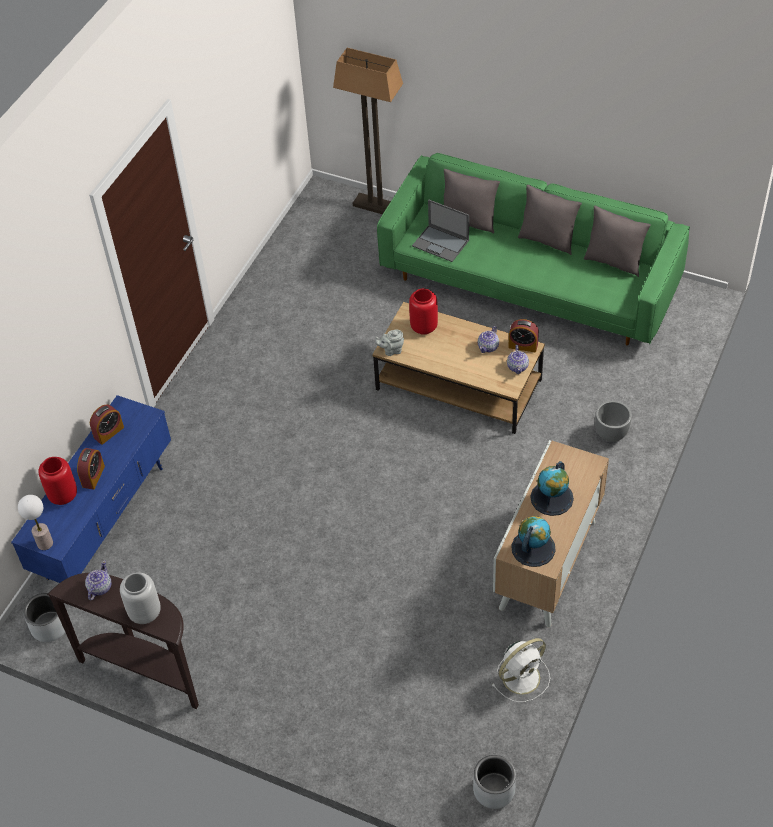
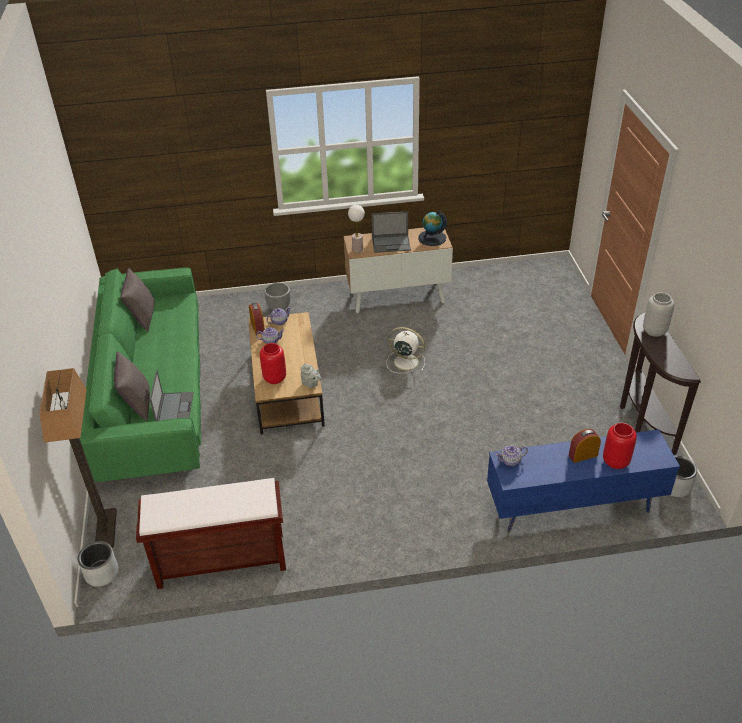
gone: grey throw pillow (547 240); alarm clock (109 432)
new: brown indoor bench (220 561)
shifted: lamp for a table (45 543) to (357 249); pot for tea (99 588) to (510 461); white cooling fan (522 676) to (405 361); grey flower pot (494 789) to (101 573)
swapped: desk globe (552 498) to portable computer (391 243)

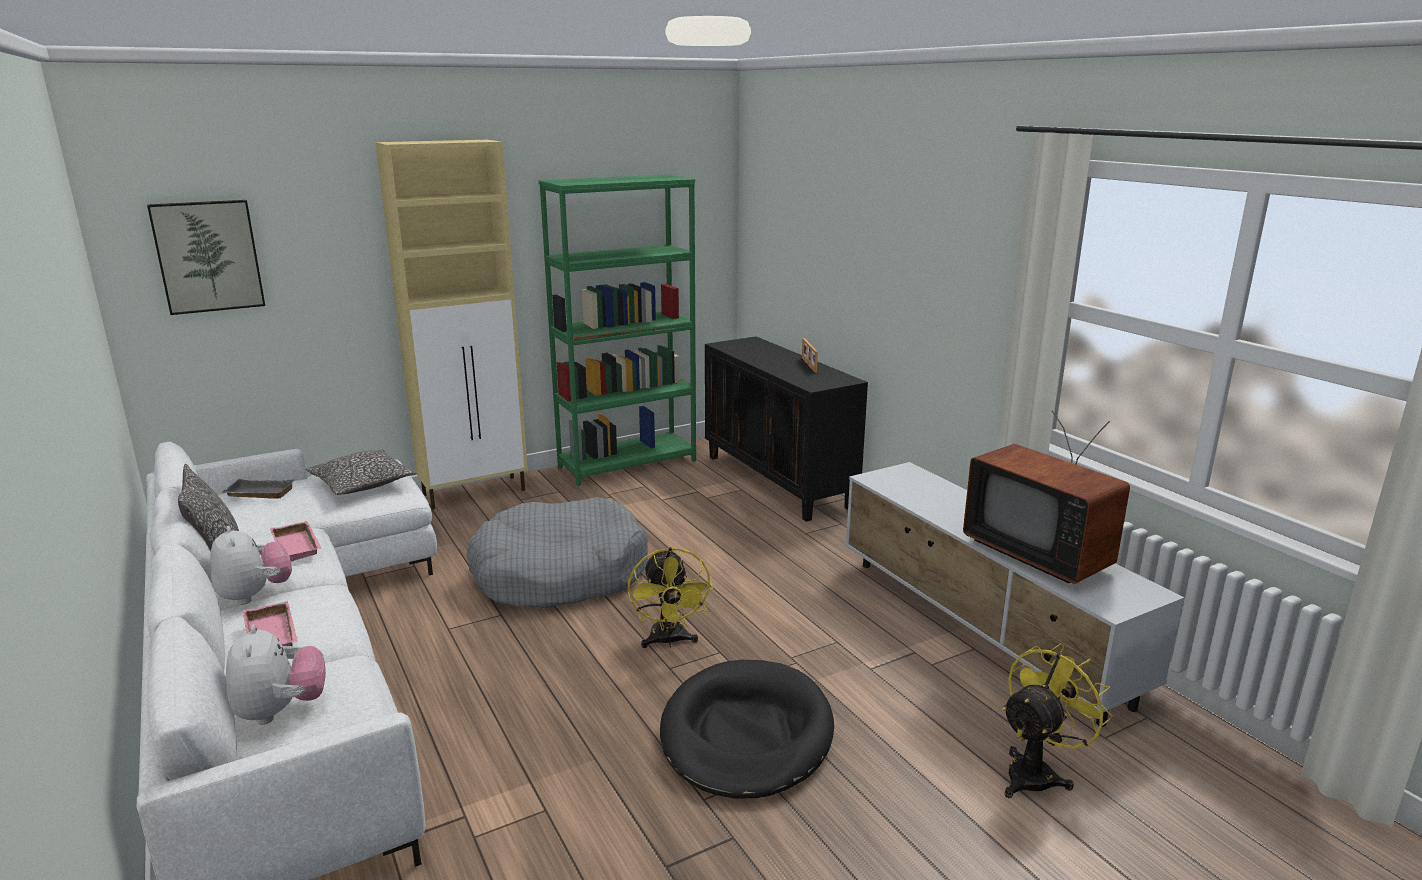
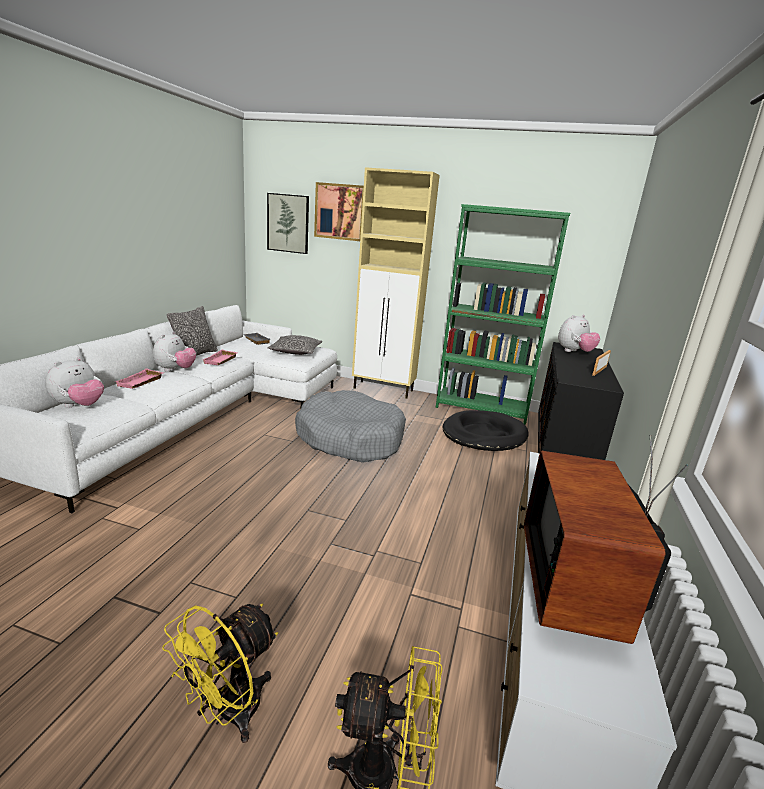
new: wall art (340 212); plush toy (574 352)
shifted: yellowish cooling fan (669 641) to (228 714); blackish dog bed (746 734) to (483 434)

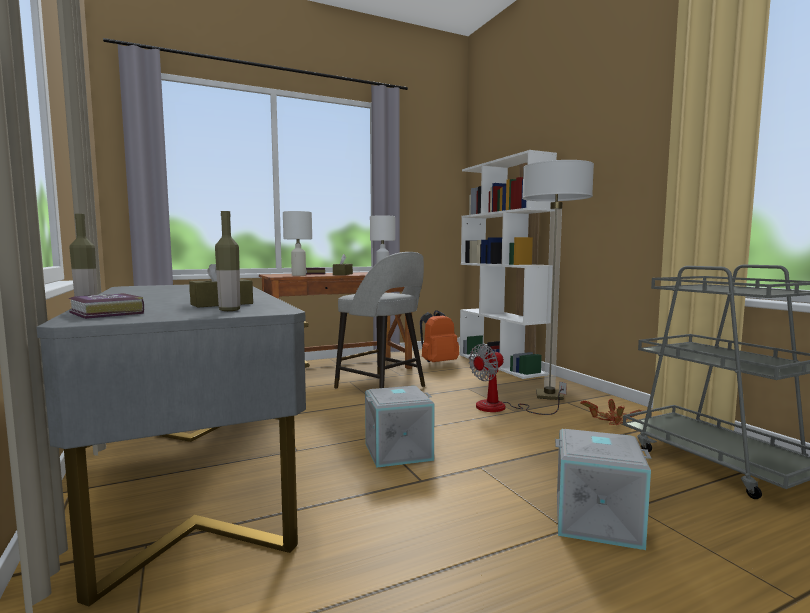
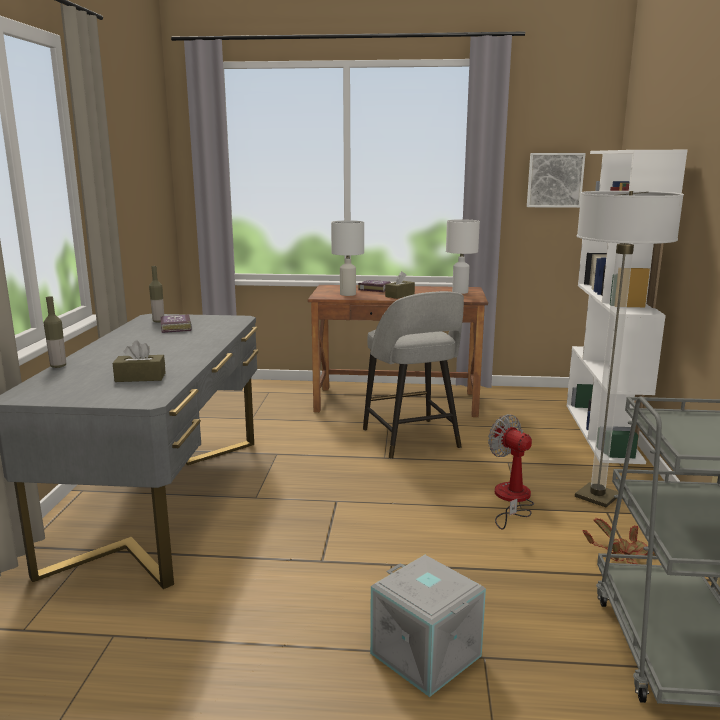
gone: orange rucksack (437 363); grey storage box (398 451)
new: wall art (554 180)
shifted: bottle (229 310) to (158 321); volume (105 313) to (175 327)
rotated: cooling fan (502 408) = (511 500) 60 degrees clockwise

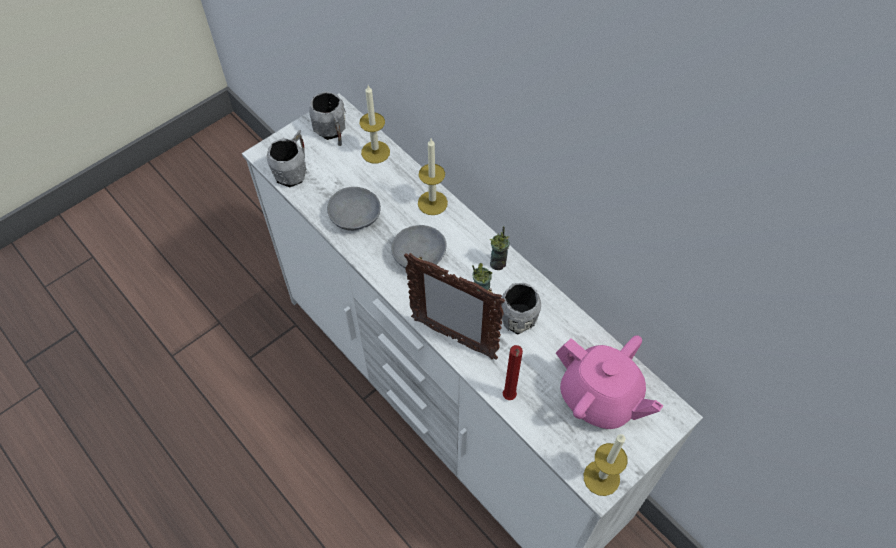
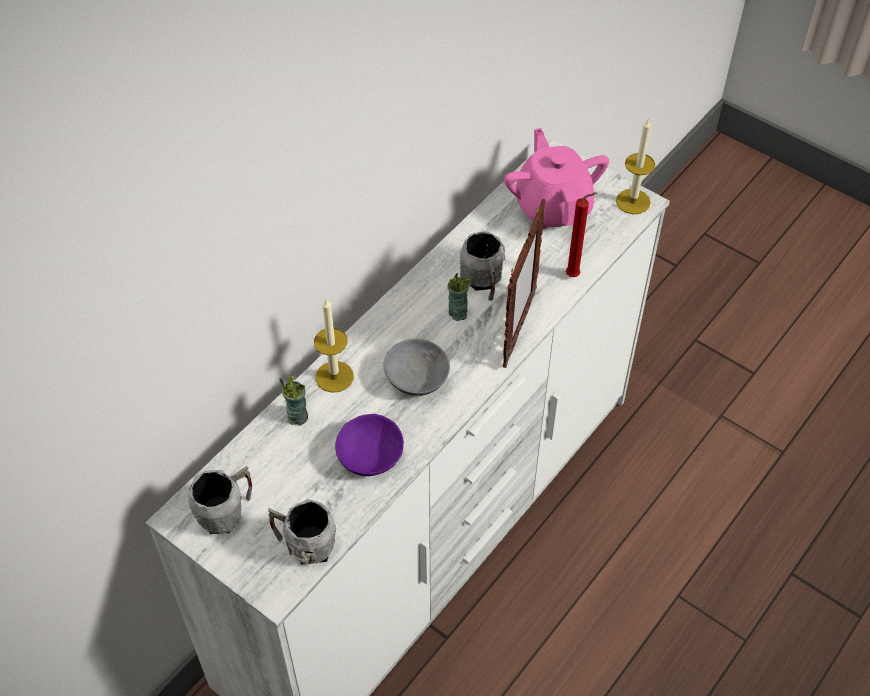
gone: wax light (375 152)
shifted: cup (498 263) to (297 416)
repainted: grey serving bowl (356 216) to purplish serving bowl (368 454)
rotated: pink-coloured pot for tea (599 398) = (553 207) 45 degrees counterclockwise

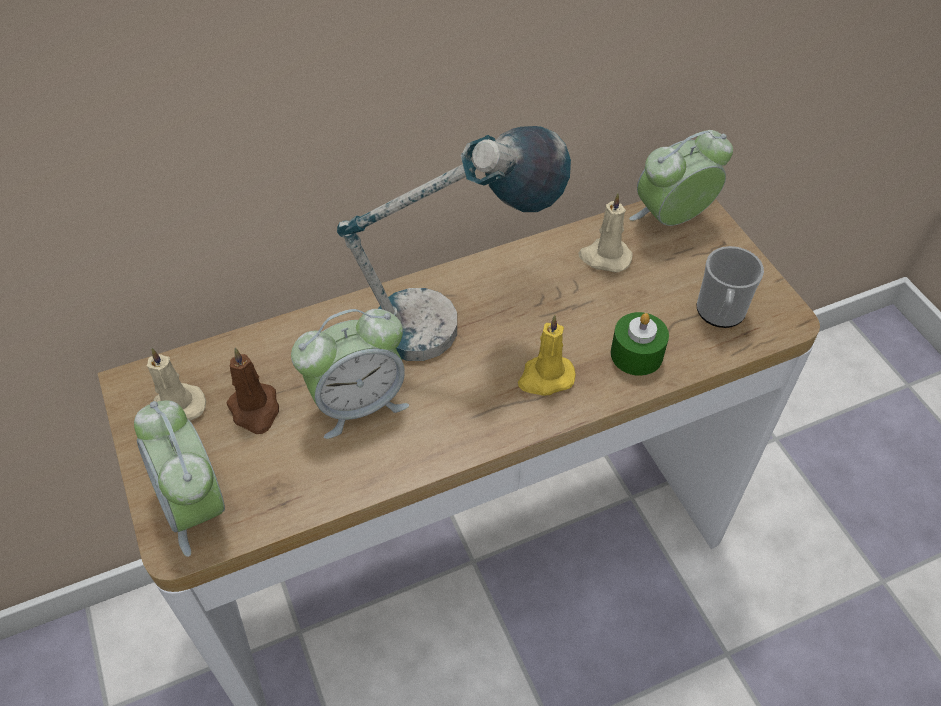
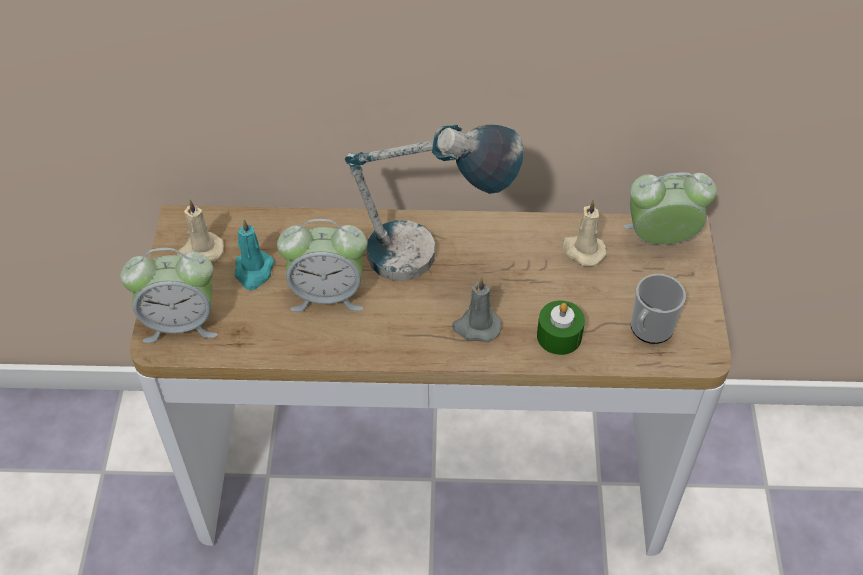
repainted: yellowish wax light (545 377) to grey wax light (476 327); brown wax light (255 410) to turquoise-coloured wax light (253 271)
rotated: alarm clock (195 506) = (181 322) 90 degrees counterclockwise

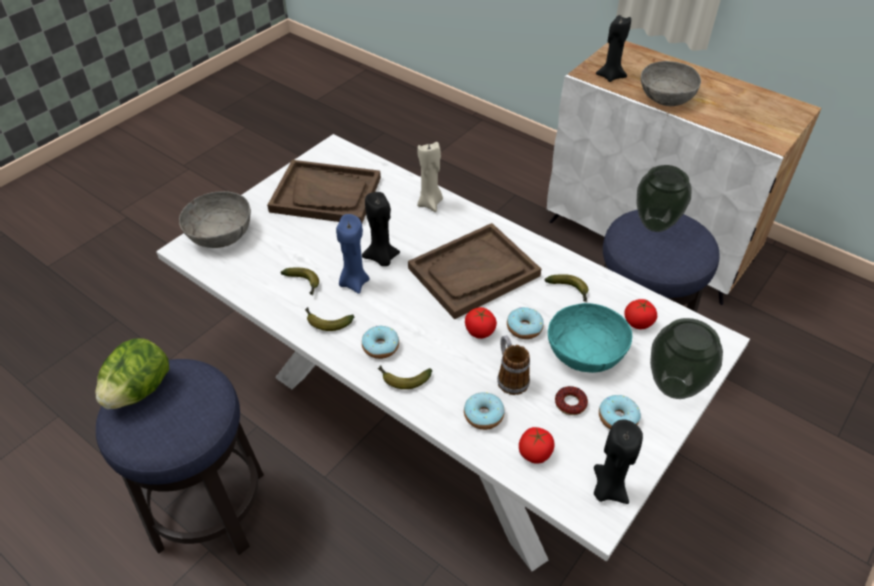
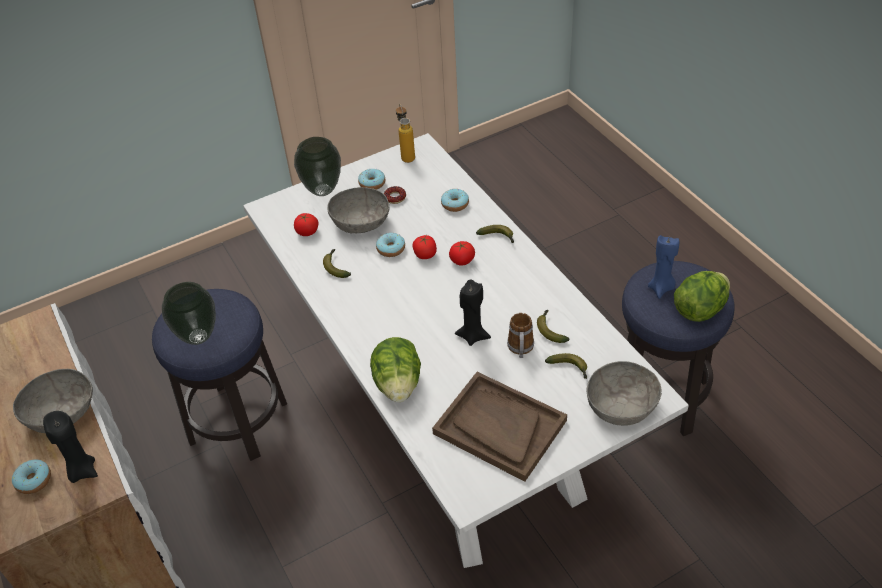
gone: brown tray (473 272)
shifted: blue wax light (354 282) to (661 288); whole banana (326 322) to (570 368); doughnut (380 347) to (34 480); mug (510 377) to (520 349); whole tomato (535 453) to (462 260)
swapped: sand-coloured wax light (430 203) to lettuce head (398 384); blackish wax light (608 489) to bottle (406 155)
repainted: turquoise-coloured serving bowl (585 352) to grey serving bowl (361 223)

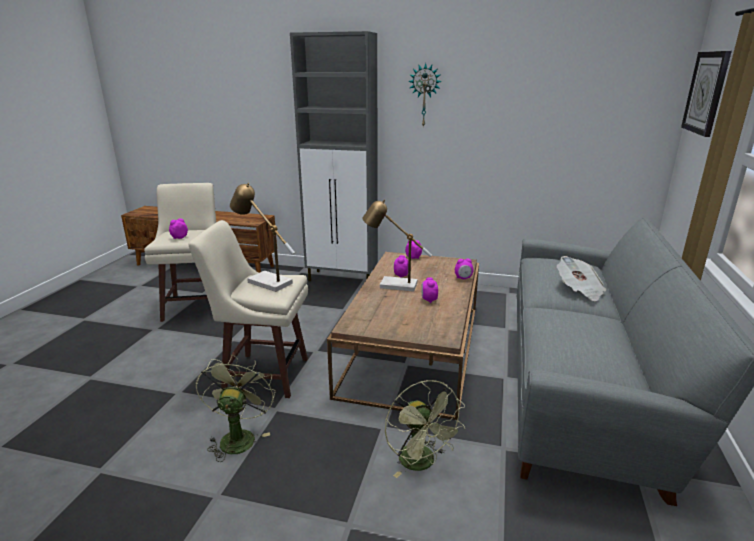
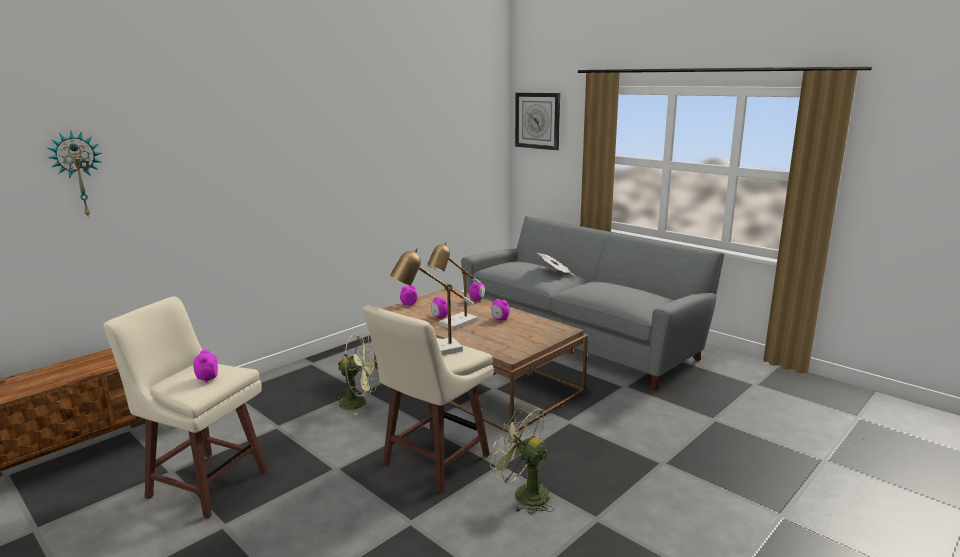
gone: grey cabinet (343 279)
shifted: hanging clock (424 95) to (78 174); green cooling fan (422 463) to (359 403)

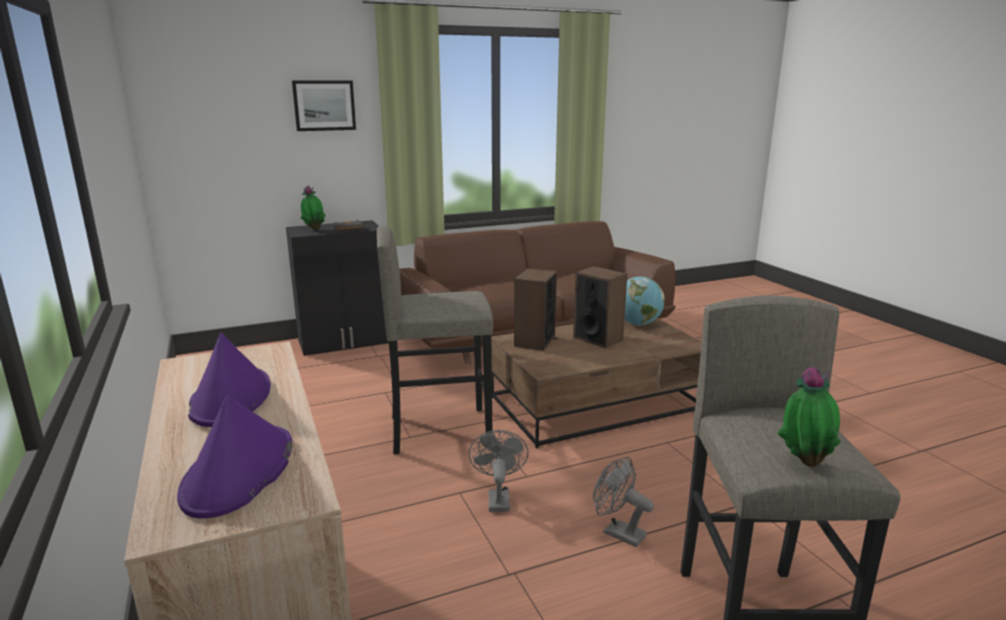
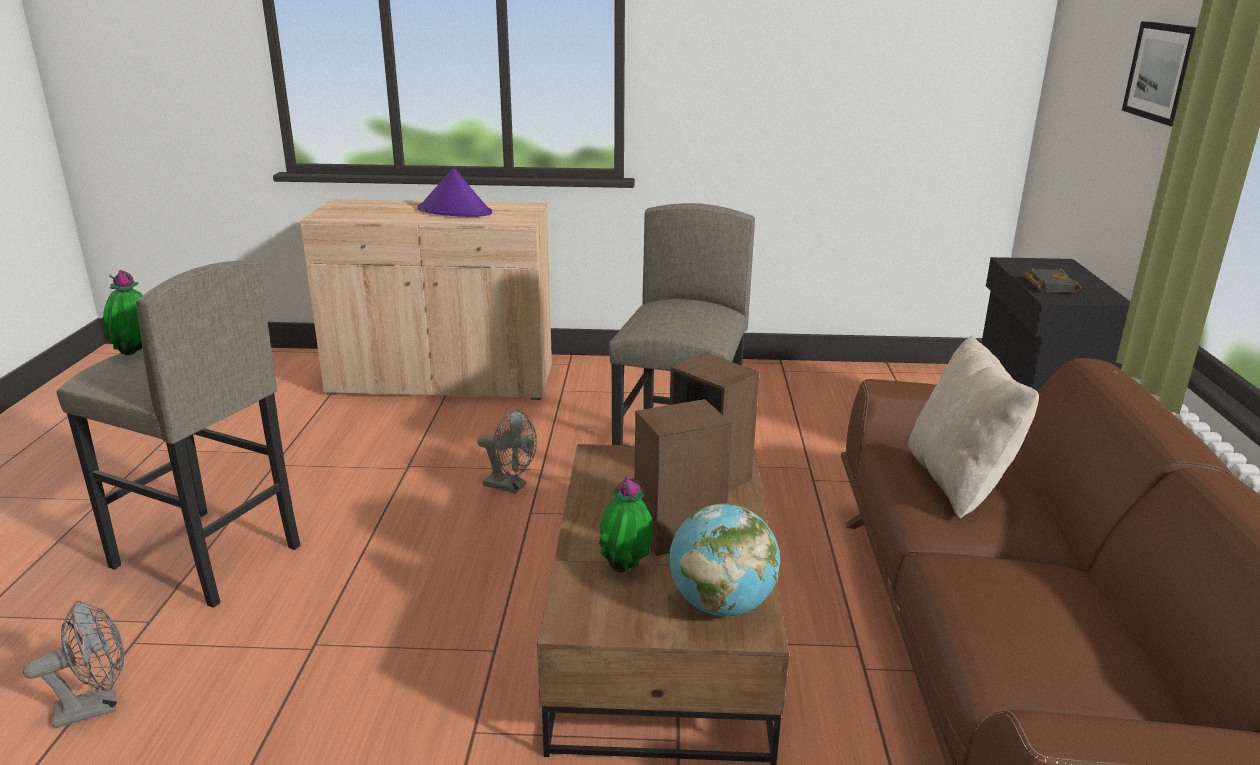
gone: purplish wearable hat (239 472)
new: sand-coloured throw pillow (959 481)
shifted: houseplant (314 229) to (626 569); grey cooling fan (618 532) to (97 706)

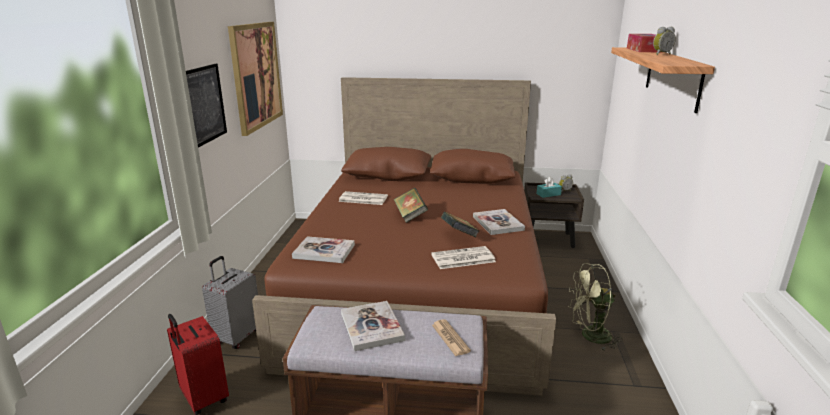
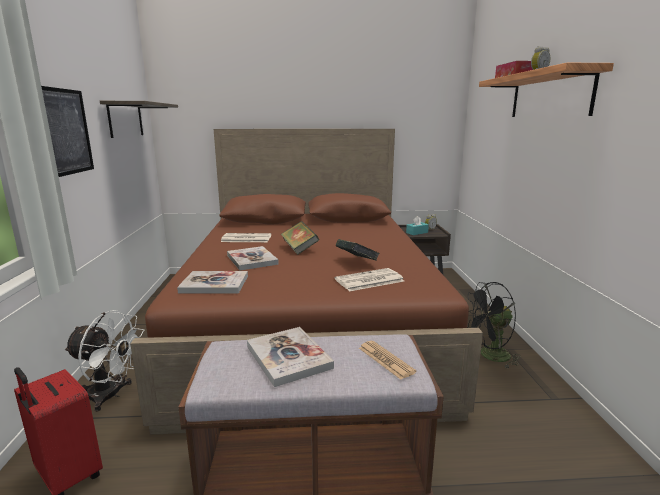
shifted: volume (498 223) to (252 260)
swapped: wall art (256 75) to wall shelf (125 119); grey suitcase (237 337) to white cooling fan (111 395)
repainted: green cooling fan (590 336) to blackish cooling fan (489 356)

